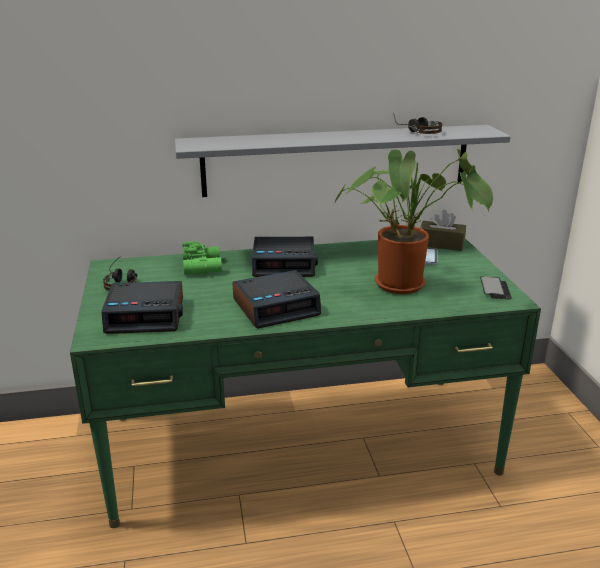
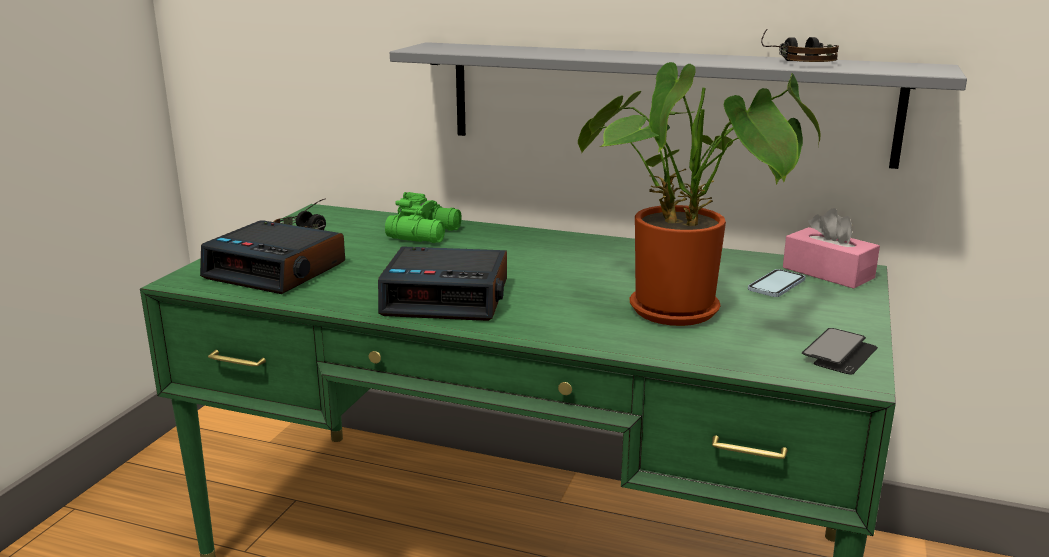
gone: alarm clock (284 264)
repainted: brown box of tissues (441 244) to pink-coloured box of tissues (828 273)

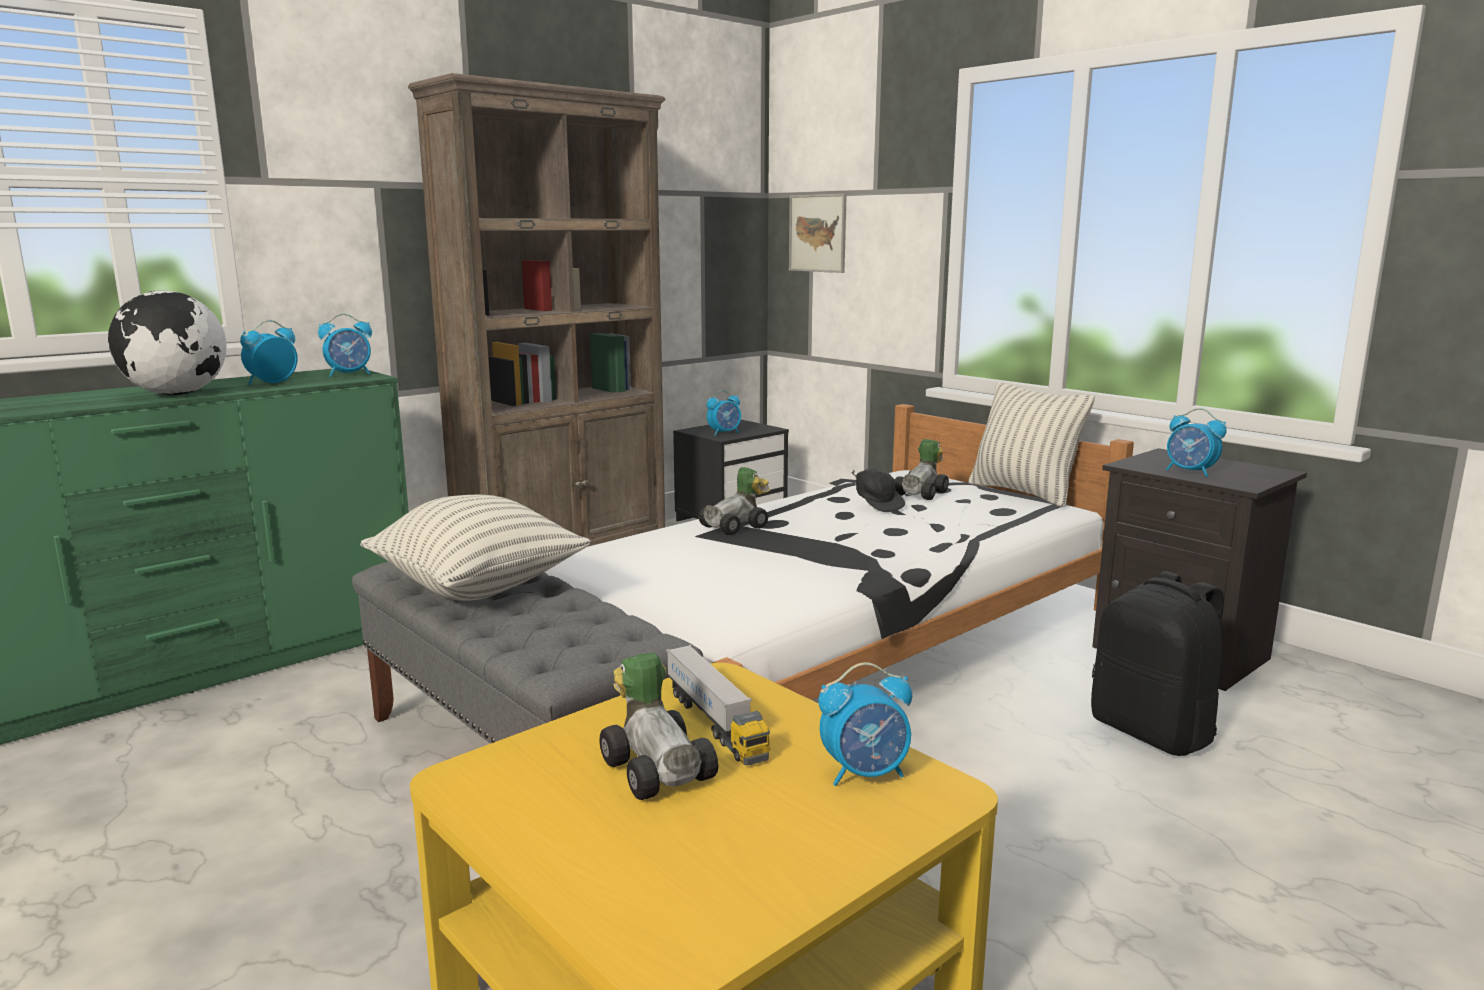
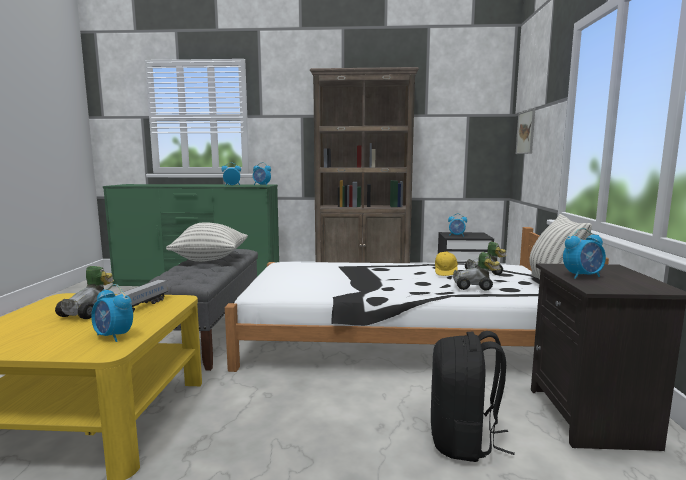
gone: desk globe (176 394)
shifted: miniature car (737 527) to (475 287)
repainted: blackish cap (877 504) to yellowish cap (446 272)
rotated: alarm clock (1190 472) = (583 276) 105 degrees counterclockwise

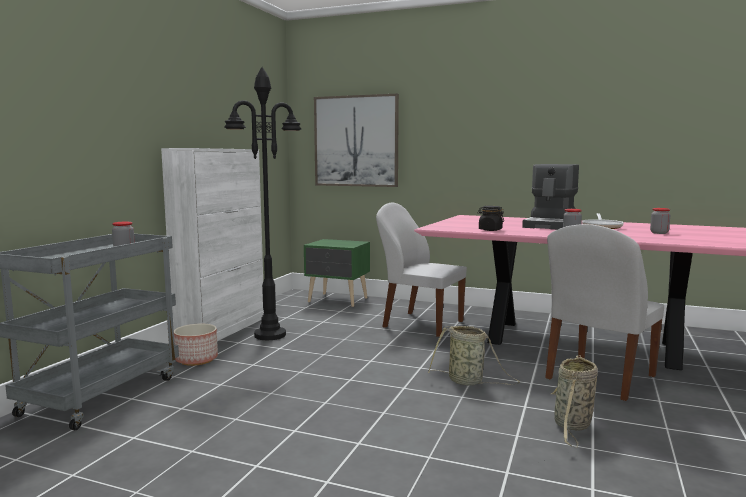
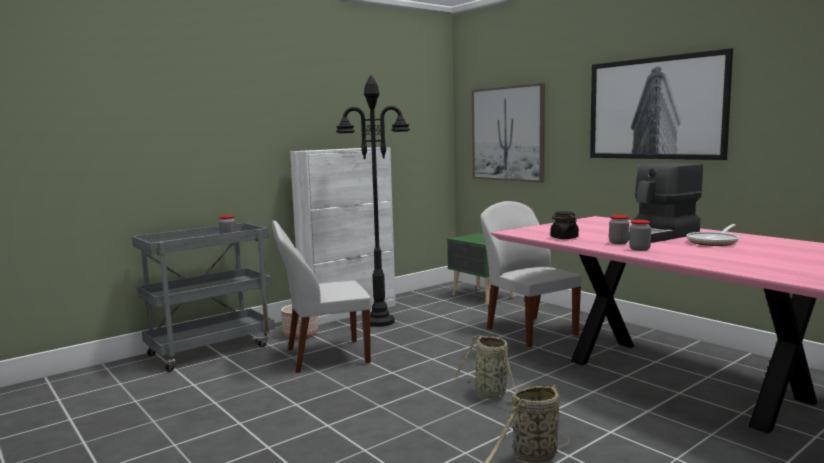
new: wall art (655 108)
shifted: jar (659 233) to (618 243); white plain chair (598 378) to (324 356)

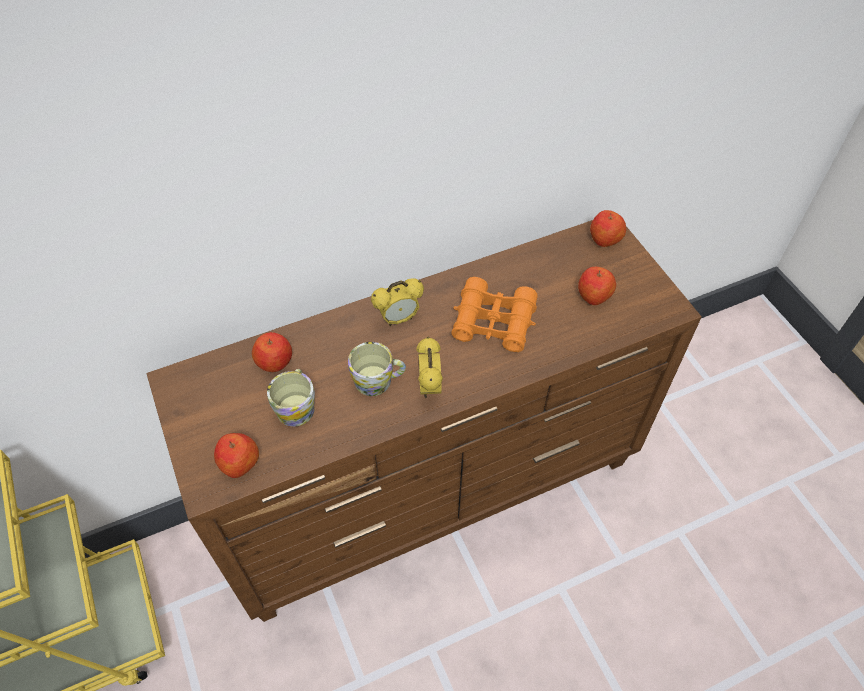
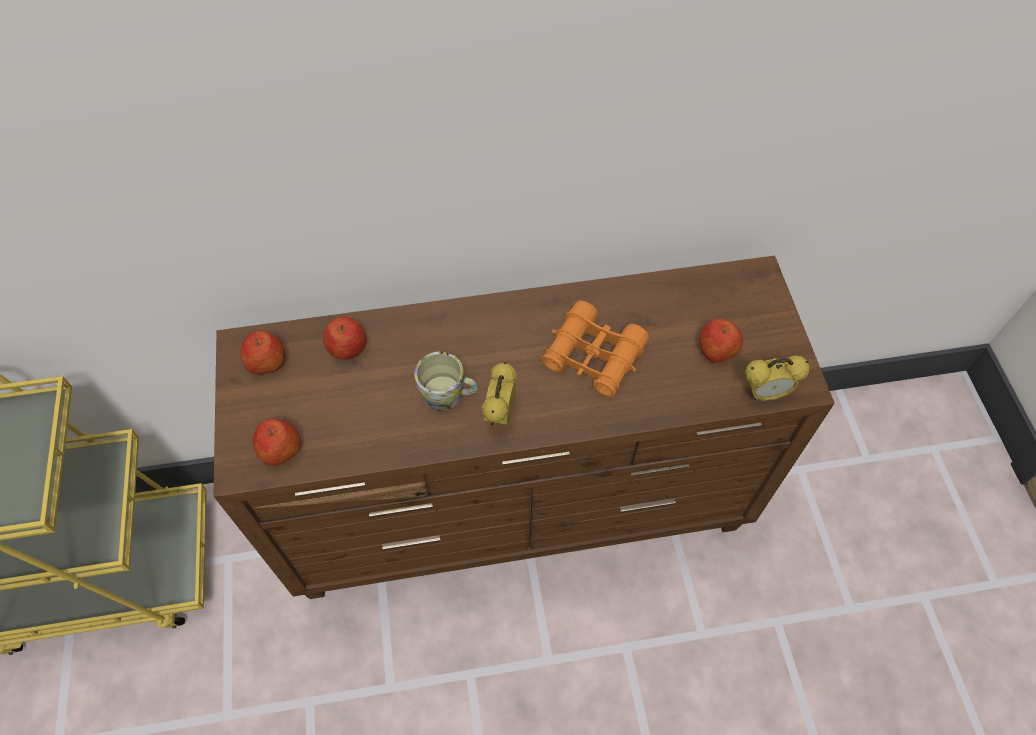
gone: mug (297 405)
shifted: whole apple (605 238) to (267 362); alarm clock (398 319) to (765 393)

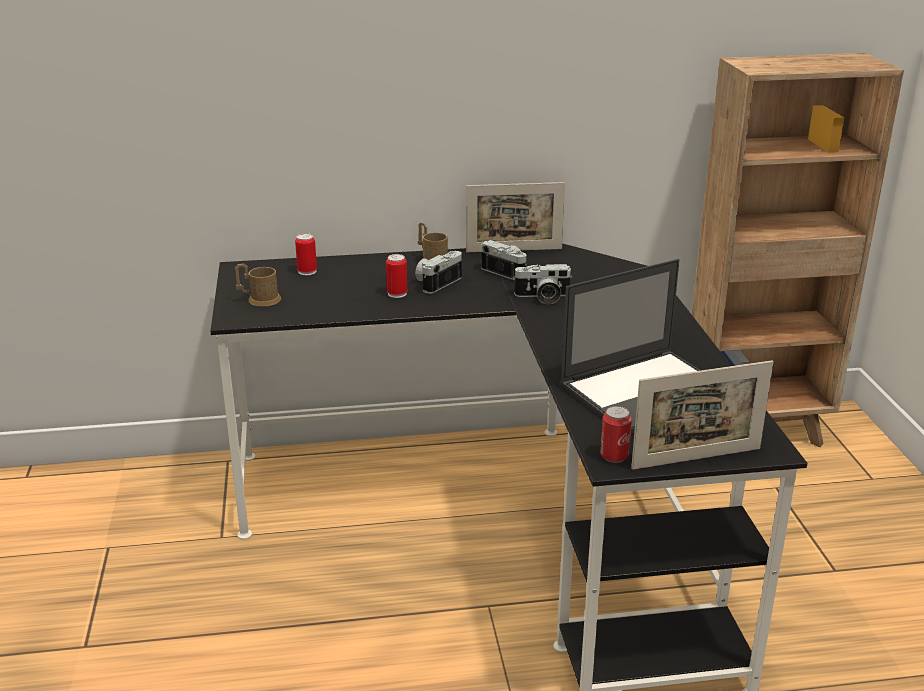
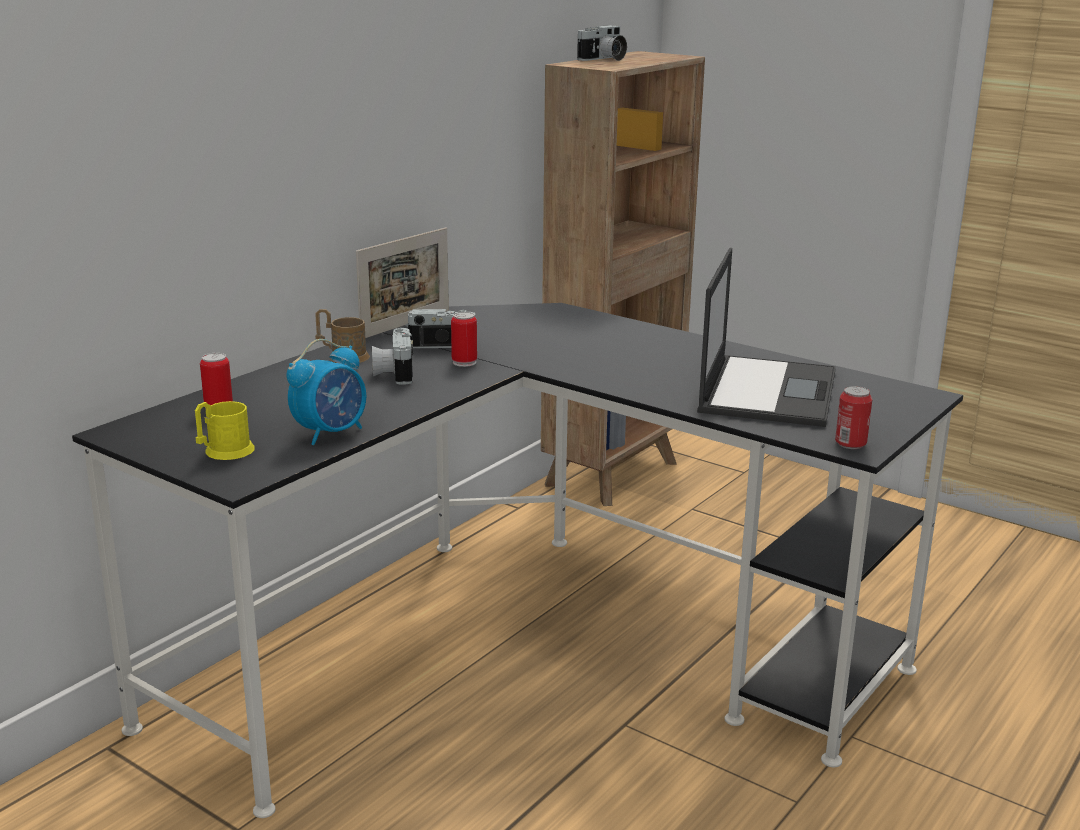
gone: picture frame (696 458)
new: alarm clock (331 433)
shifted: metal can (397 293) to (464 362); still camera (542 297) to (603 59)
repainted: brown mug (259 300) to yellowish mug (224 452)

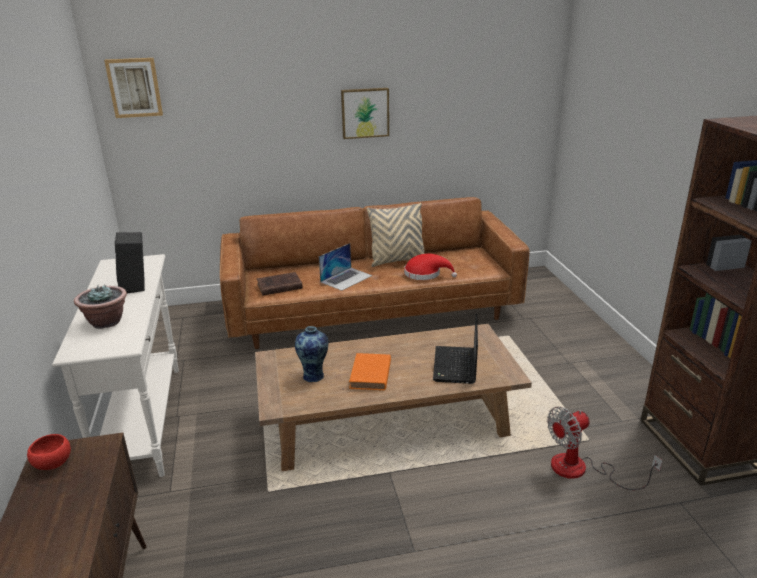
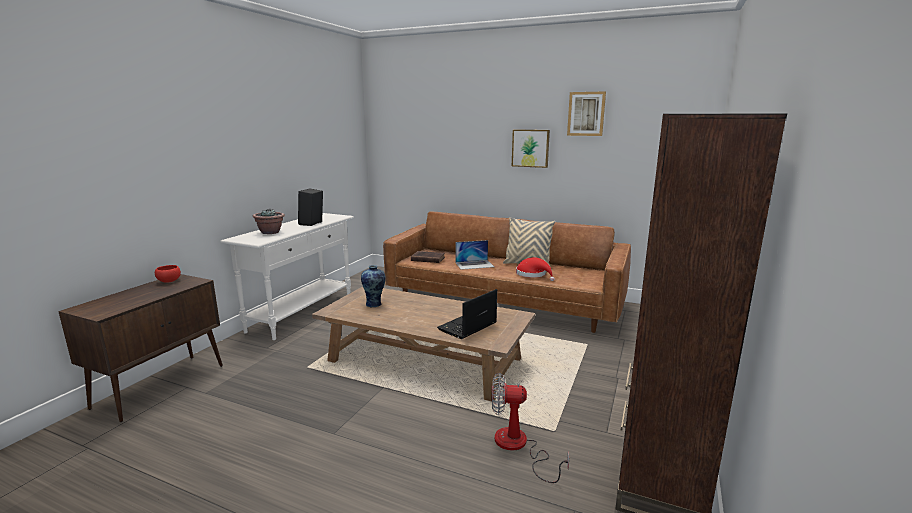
gone: orange volume (370 375)
shifted: wall art (134 87) to (586 114)

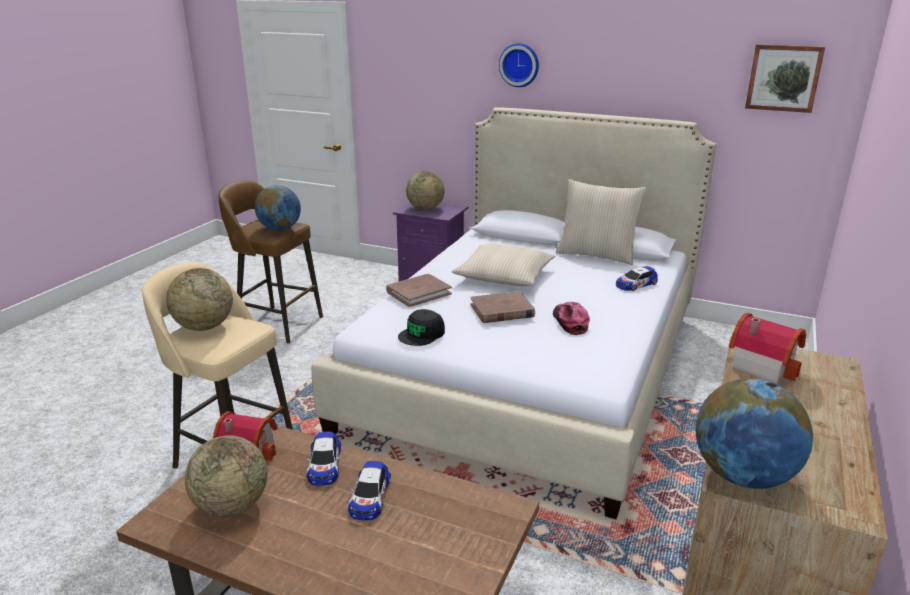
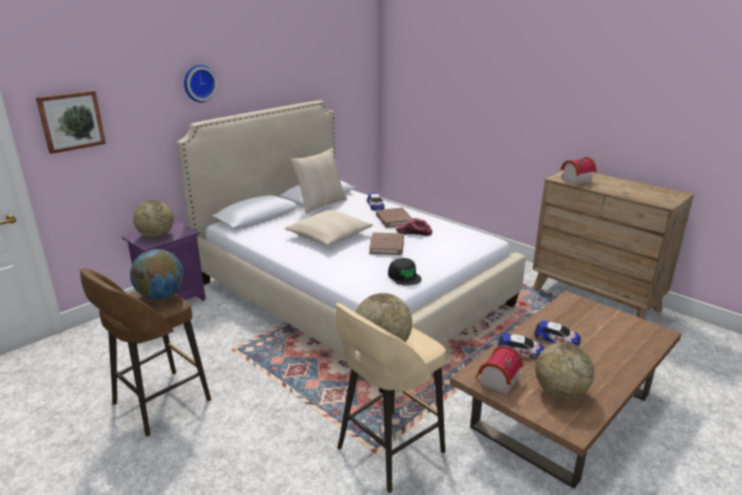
gone: desk globe (743 476)
shifted: wall art (783 78) to (71 121); brown volume (418 293) to (393 220)

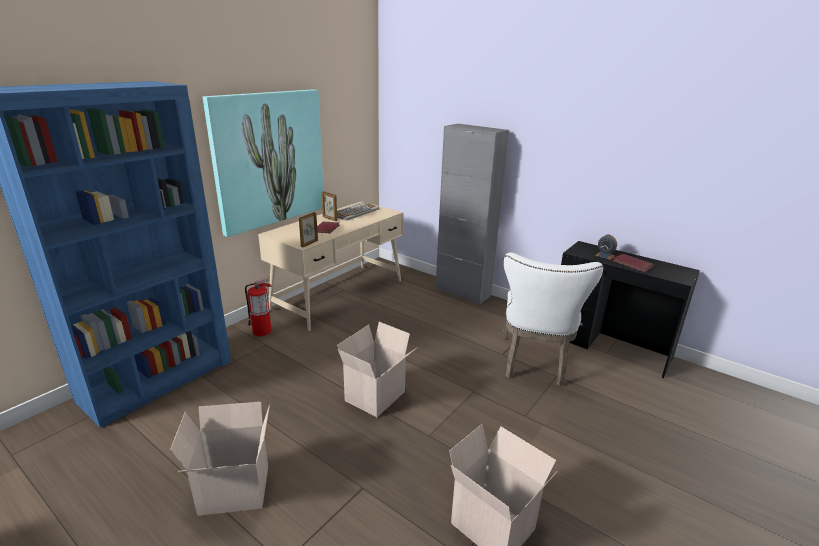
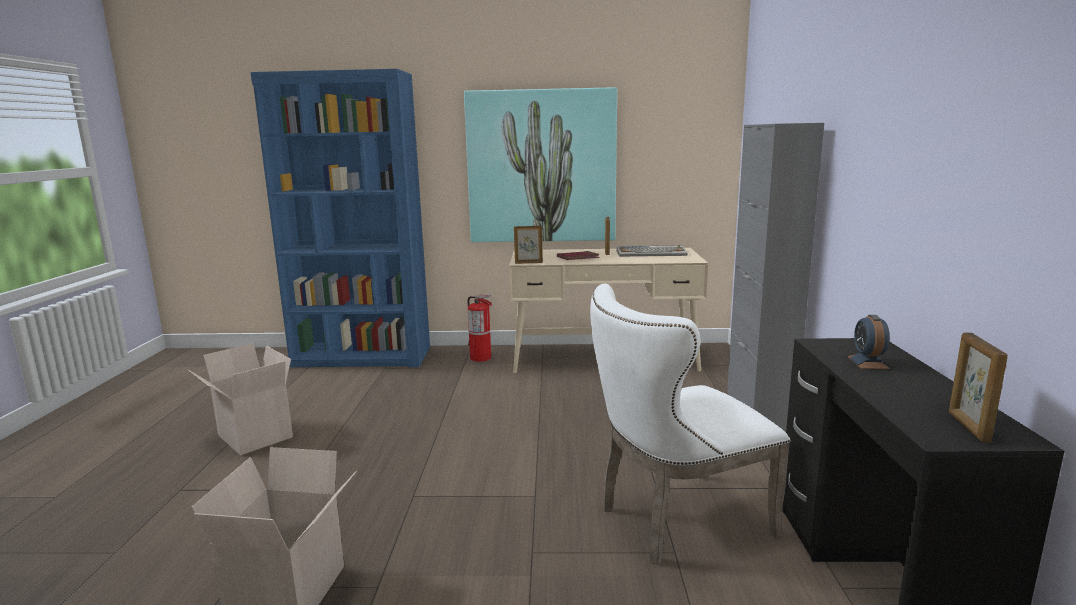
gone: red-coloured volume (632 264); cardboard box (376 397)
new: picture frame (968 427)

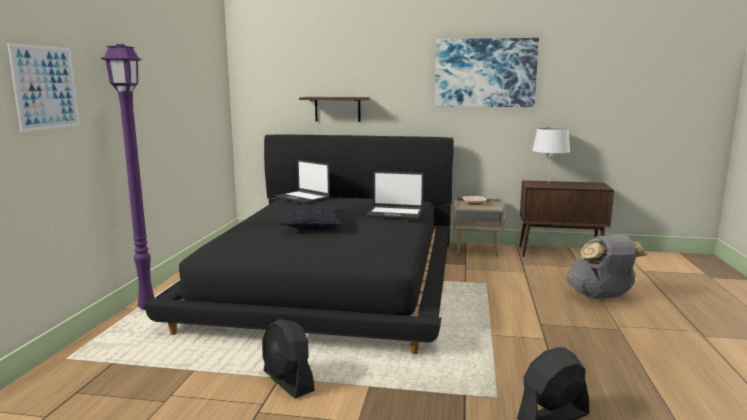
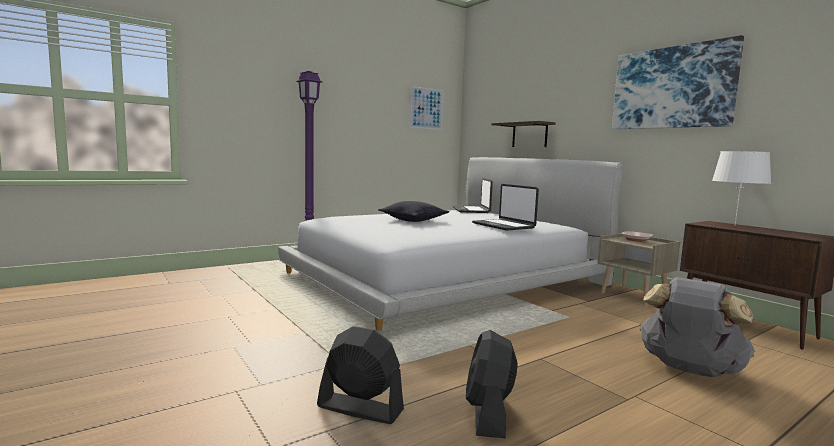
shifted: wall art (46 87) to (426 108); blackish cooling fan (288 381) to (488 414)
repainted: blackish sleeping bed (332 279) to white sleeping bed (444 278)

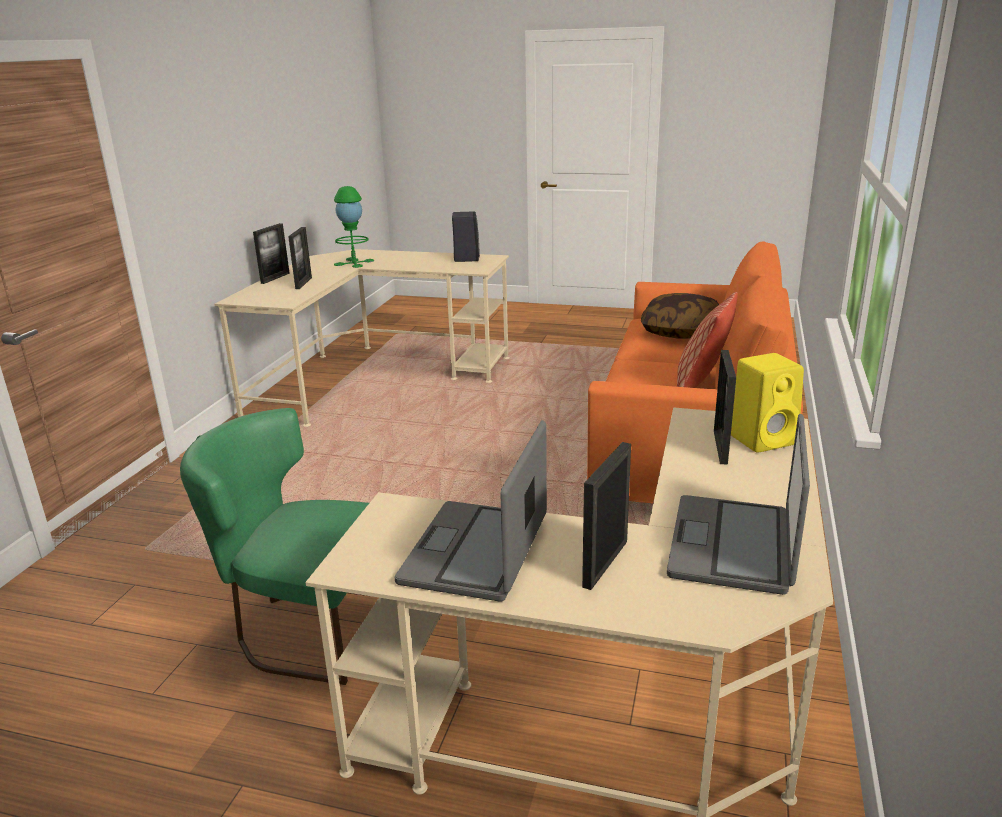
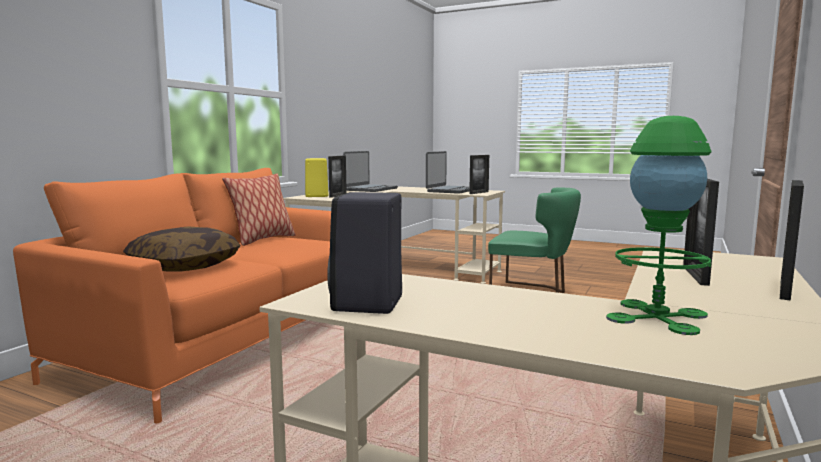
shifted: picture frame (605 563) to (479 193)

